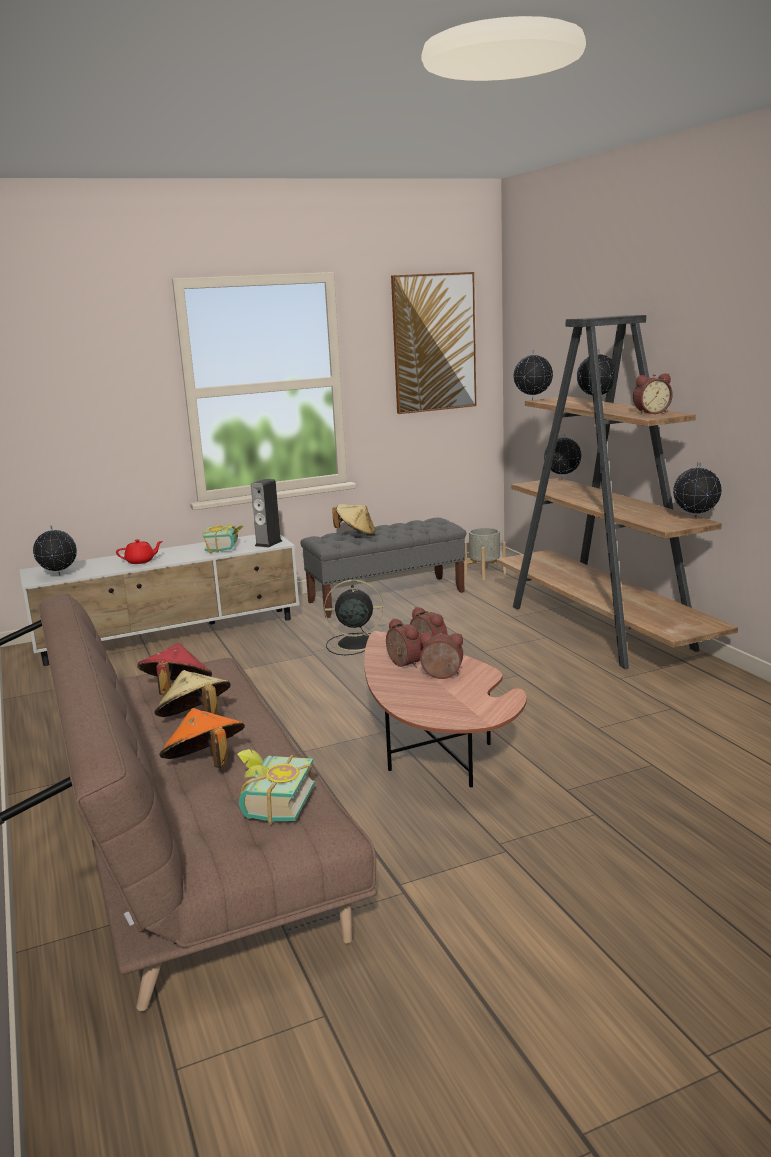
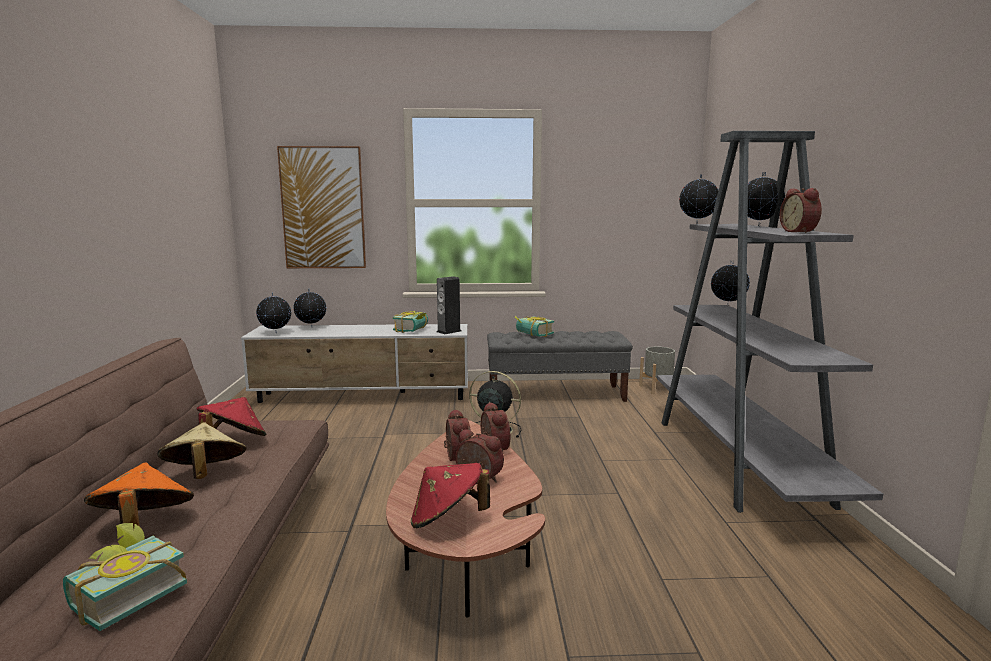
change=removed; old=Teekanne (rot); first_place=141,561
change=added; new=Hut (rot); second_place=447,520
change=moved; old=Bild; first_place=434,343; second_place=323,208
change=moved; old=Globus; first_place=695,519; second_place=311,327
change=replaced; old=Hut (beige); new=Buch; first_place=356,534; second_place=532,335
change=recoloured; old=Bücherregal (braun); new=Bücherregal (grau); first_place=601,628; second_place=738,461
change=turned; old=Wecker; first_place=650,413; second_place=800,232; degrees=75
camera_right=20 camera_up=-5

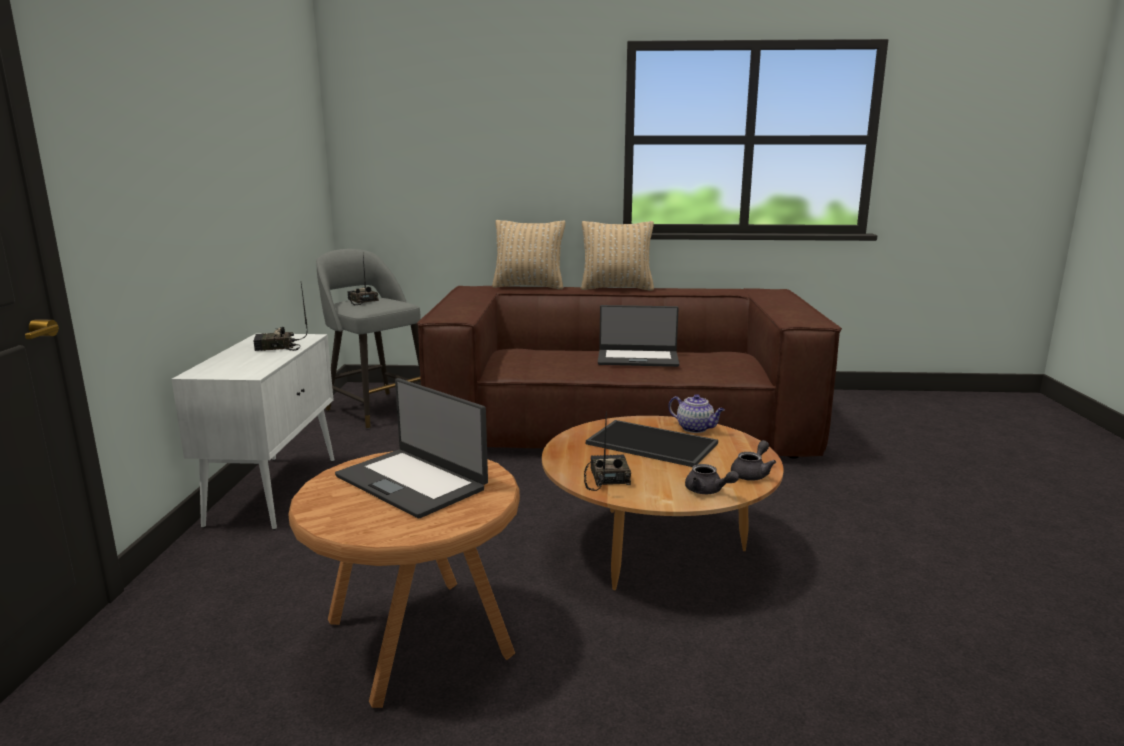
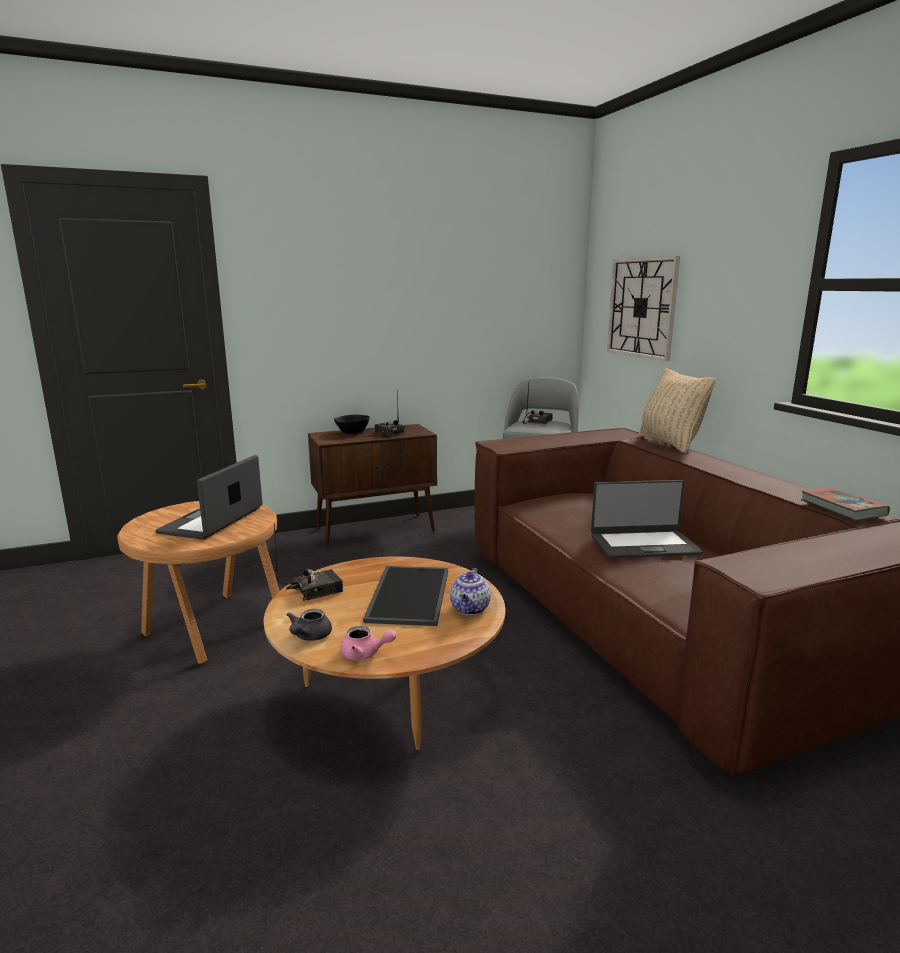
change=removed; old=Kissen (beige); first_place=616,288
change=added; new=Schüssel (schwarz); second_place=352,432
change=added; new=Wanduhr; second_place=642,307
change=added; new=Buch; second_place=842,508
change=recoloured; old=Schrank (weiß); new=Schrank (braun); first_place=274,490; second_place=376,530
change=recoloured; old=Teekanne (grau); new=Teekanne (rosa); first_place=752,474; second_place=365,654
change=turned; old=Laptop; first_place=637,358; second_place=643,544; degrees=-75
camera_right=65 camera_up=0

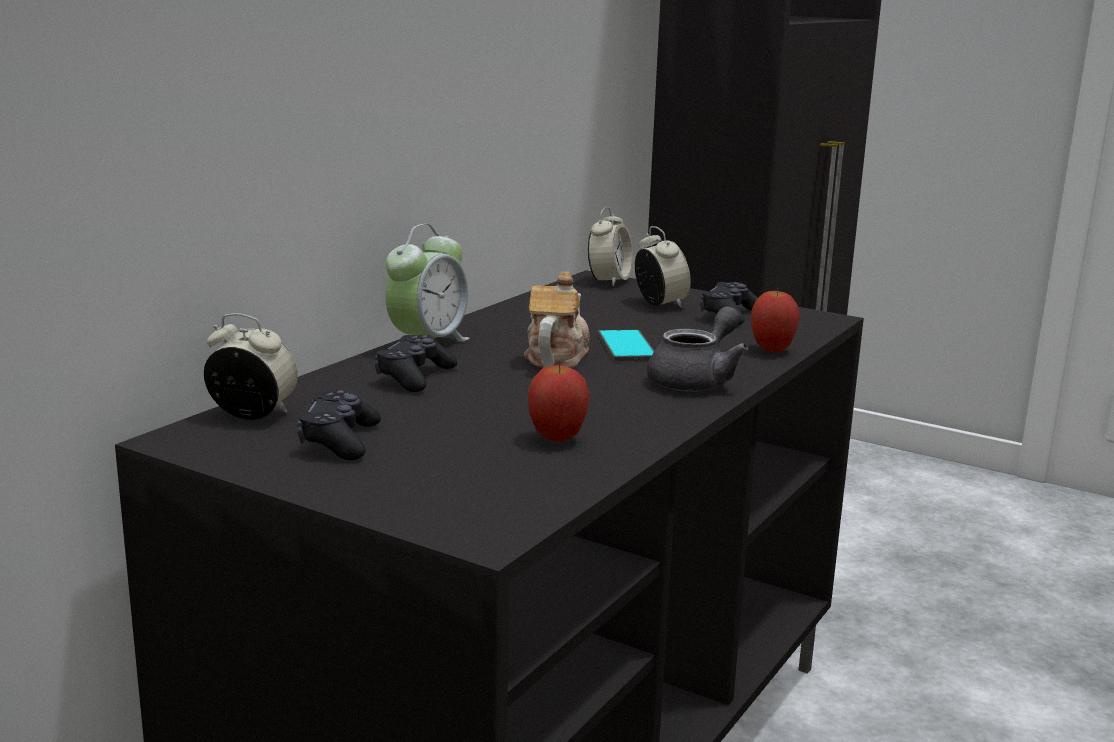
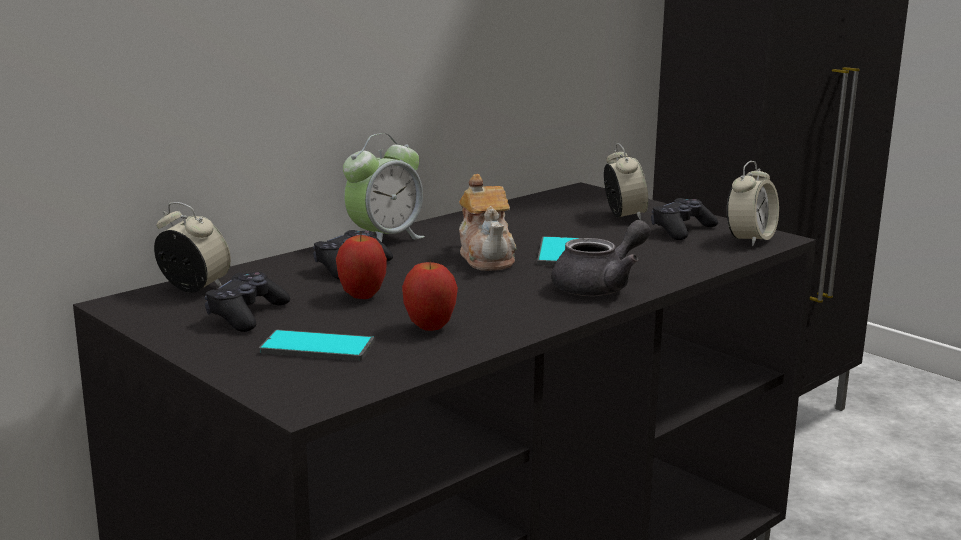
change=added; new=Handy; second_place=317,347
change=moved; old=Wecker; first_place=609,281; second_place=750,239
change=moved; old=Apfel; first_place=772,350; second_place=362,296
change=turned; old=Teekanne; first_place=556,357; second_place=487,258; degrees=135
camera_right=15 camera_up=0

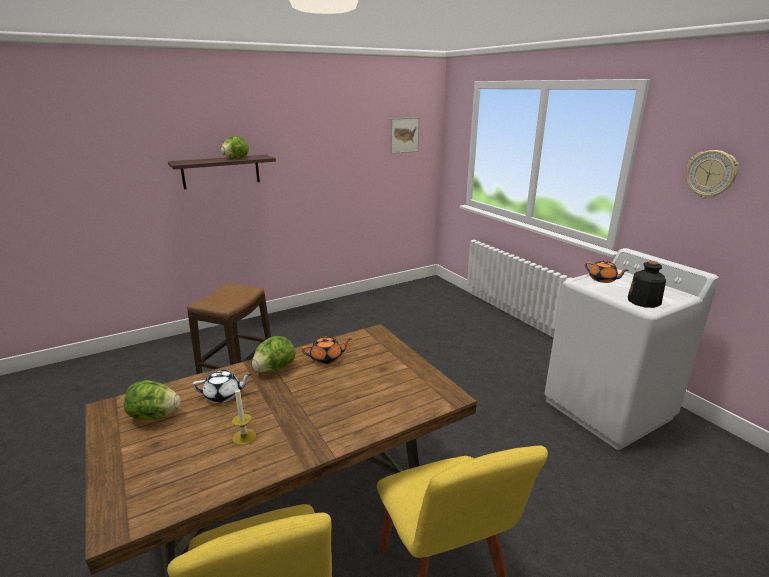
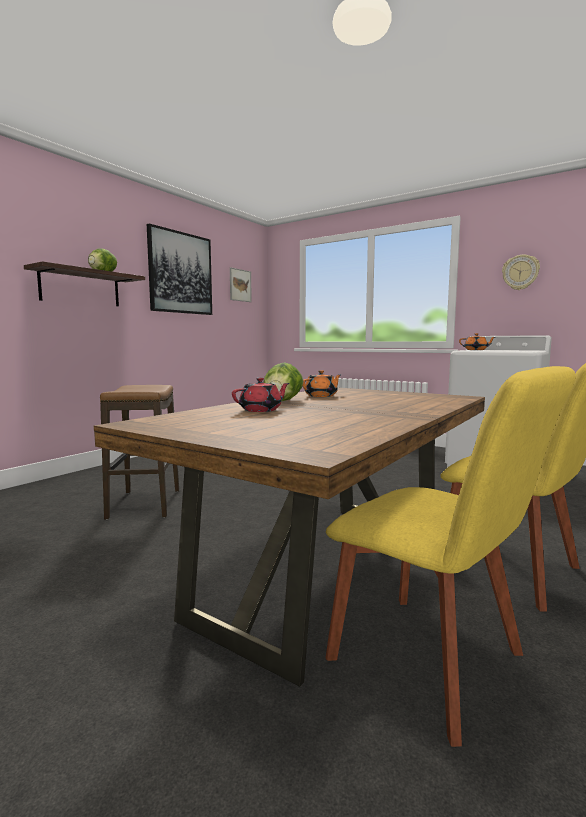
change=removed; old=Salatkopf; first_place=154,416
change=removed; old=Kerze; first_place=244,437
change=removed; old=Flasche; first_place=644,302
change=added; new=Bild; second_place=180,273
change=recoloured; old=Teekanne (weiß); new=Teekanne (rot); first_place=223,395; second_place=261,410
camera_right=-25 camera_up=-15

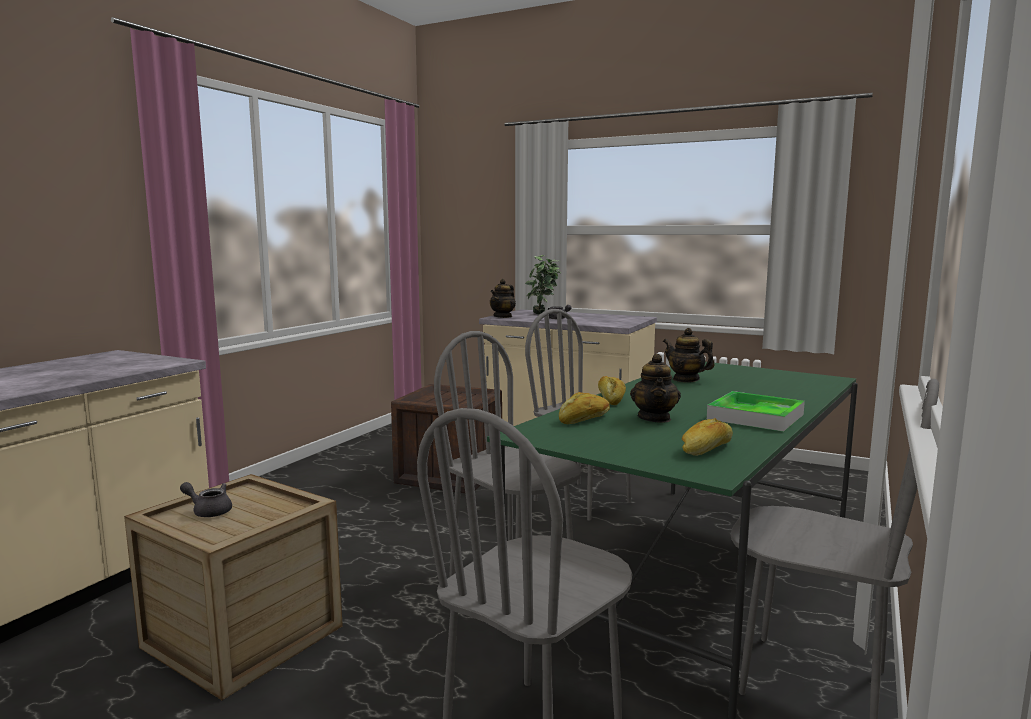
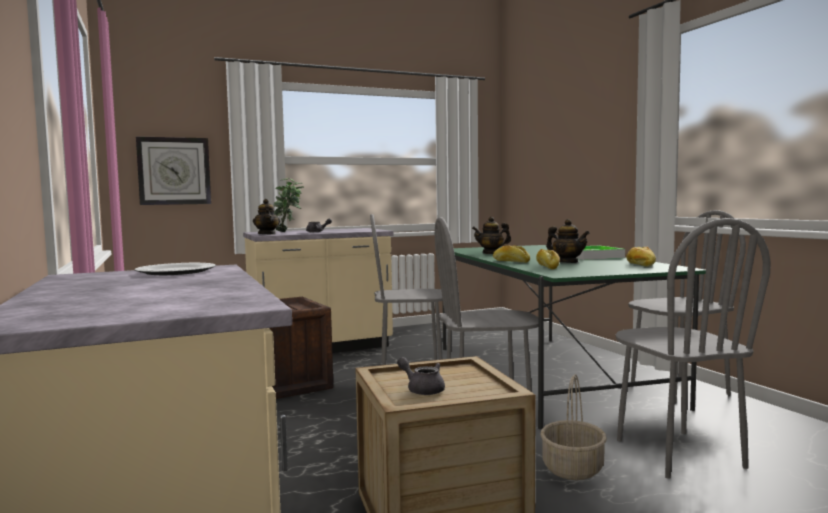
change=added; new=Teller; second_place=177,272
change=added; new=Wanduhr; second_place=174,171
change=added; new=Korb; second_place=573,469
change=turned; old=Teekanne (grau); first_place=209,511; second_place=422,389; degrees=75
camera_right=-50 camera_up=-5

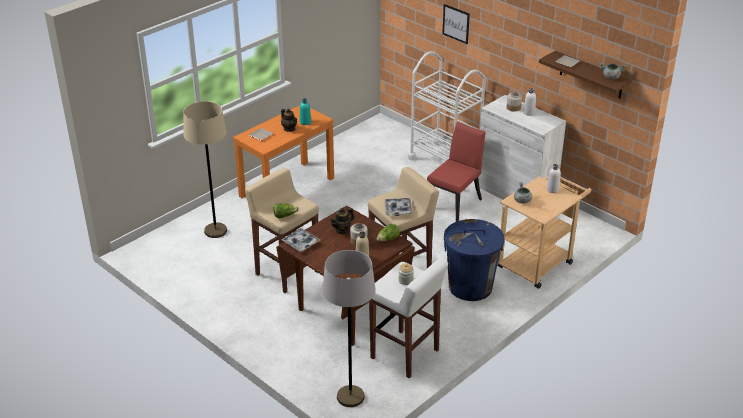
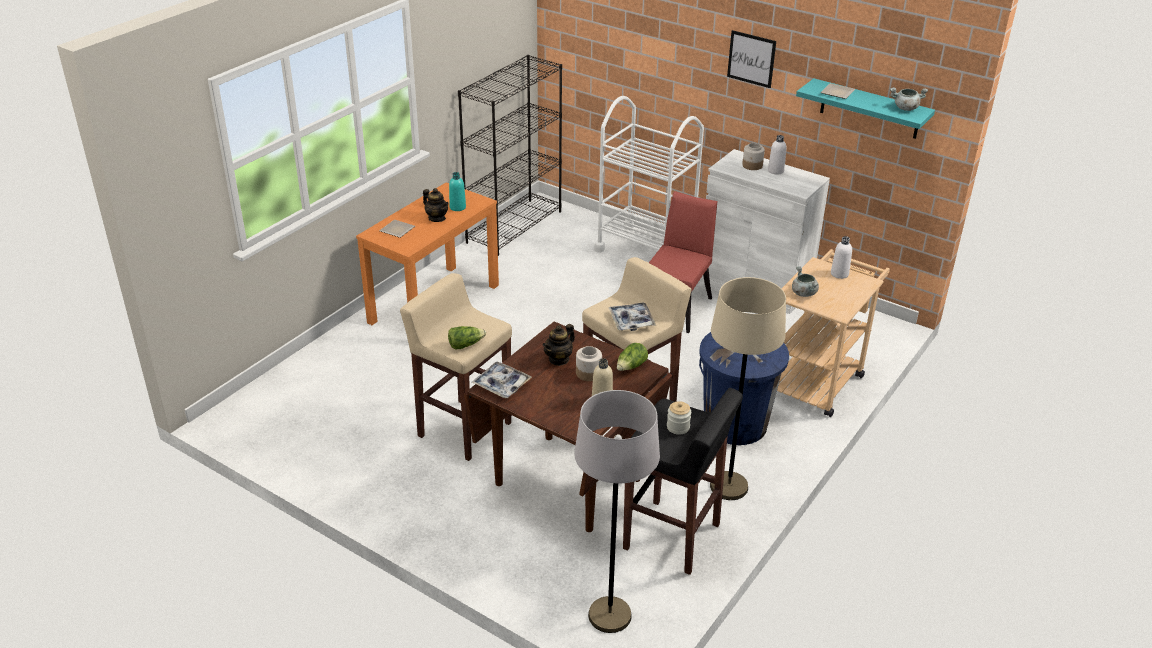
change=added; new=Bücherregal (schwarz); second_place=514,226
change=moved; old=Stehlampe (beige); first_place=215,231; second_place=728,487
change=moved; old=Bild; first_place=456,23; second_place=751,59
change=recoloured; old=Hocker (weiß); new=Hocker (schwarz); first_place=405,354; second_place=673,537
change=recoloured; old=Wandregal (braun); new=Wandregal (türkis); first_place=591,75; second_place=870,109
camera_right=-10 camera_up=0

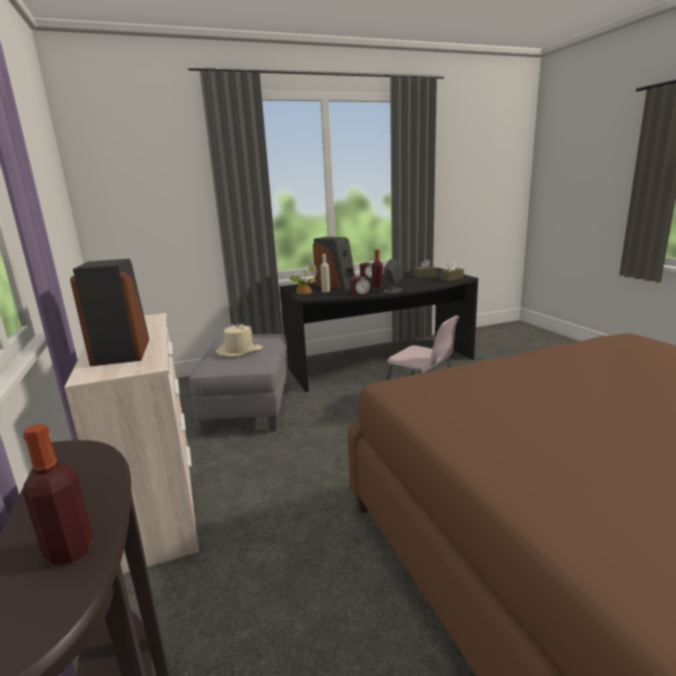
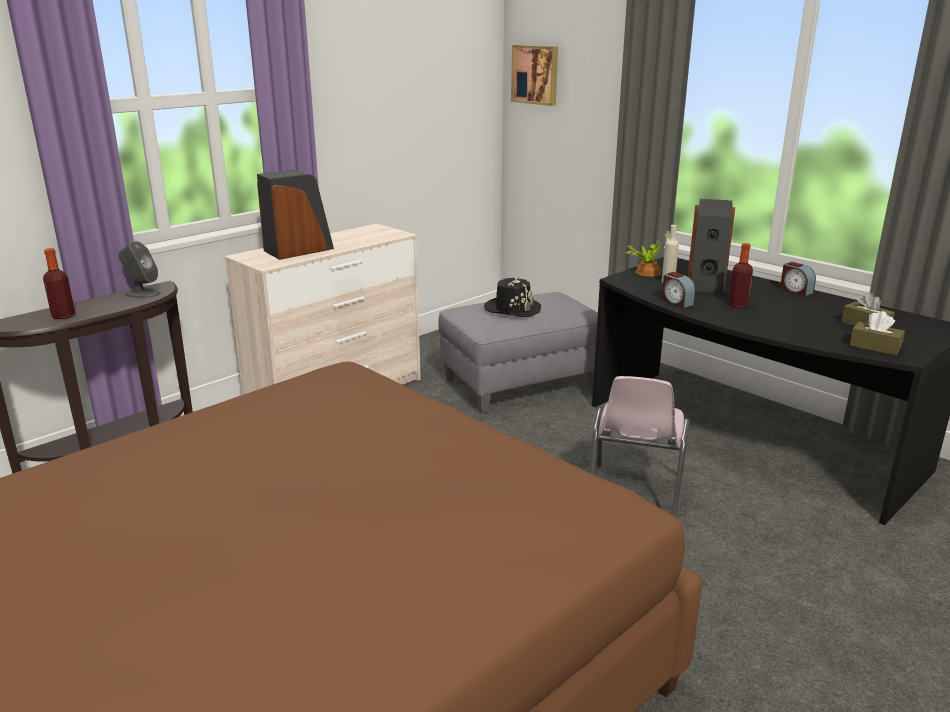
change=added; new=Bild; second_place=536,74
change=moved; old=Lautsprecher (grau); first_place=392,290; second_place=142,293
change=recoloured; old=Hut (beige); new=Hut (schwarz); first_place=239,350; second_place=512,309
camera_right=65 camera_up=5

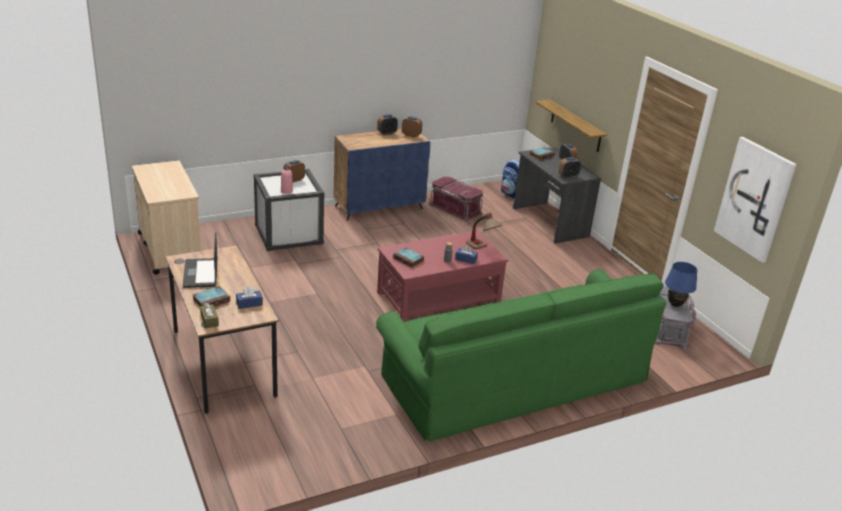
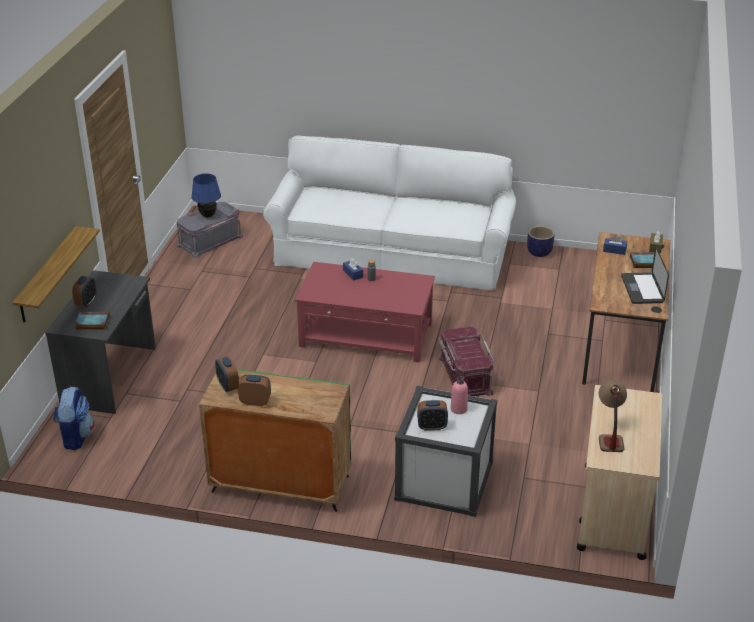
change=removed; old=Buch; first_place=409,259
change=removed; old=Wecker; first_place=568,177
change=removed; old=Bild; first_place=754,199
change=added; new=Pflanzkübel; second_place=539,252
change=moved; old=Aufbewahrungsbox (rot); first_place=455,208; second_place=464,375
change=moved; old=Tischlampe; first_place=482,248; second_place=609,435
change=recoloured; old=Schrank (blau); new=Schrank (grün); first_place=379,207; second_place=279,484
change=recoloured; old=Sofa (grün); new=Sofa (weiß); first_place=514,378; second_place=392,254
change=turned; old=Laptop; first_place=200,274; second_place=642,289; degrees=150
camera_right=-140 camera_up=5

